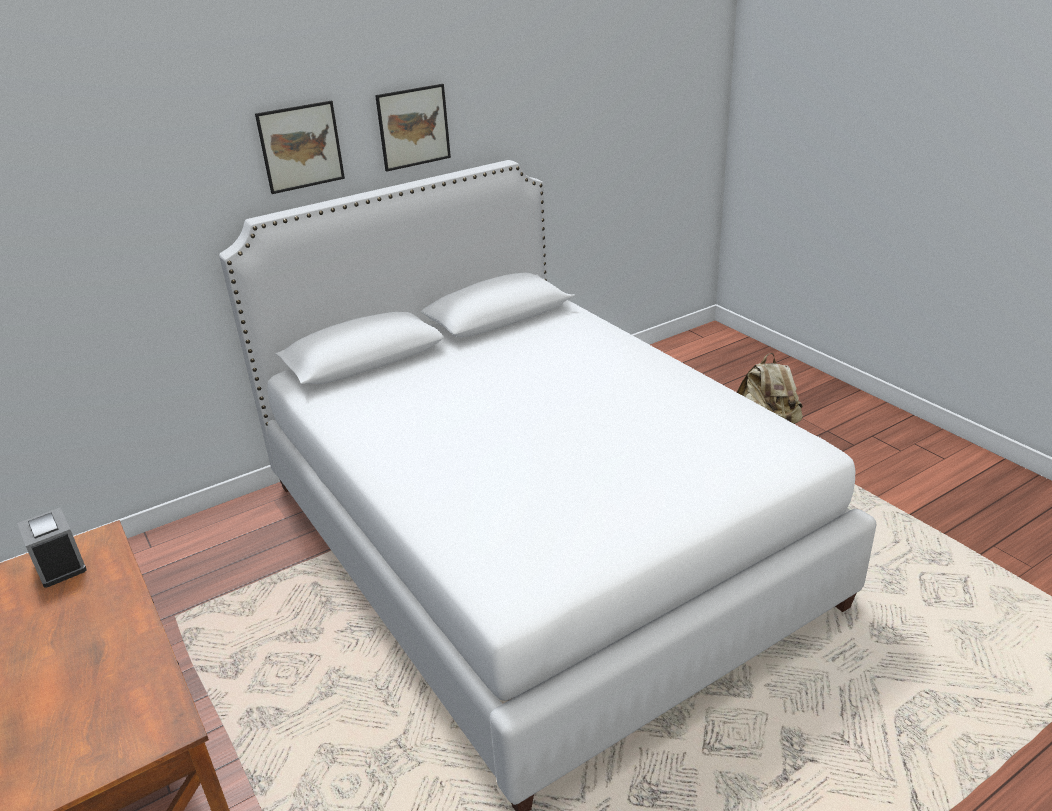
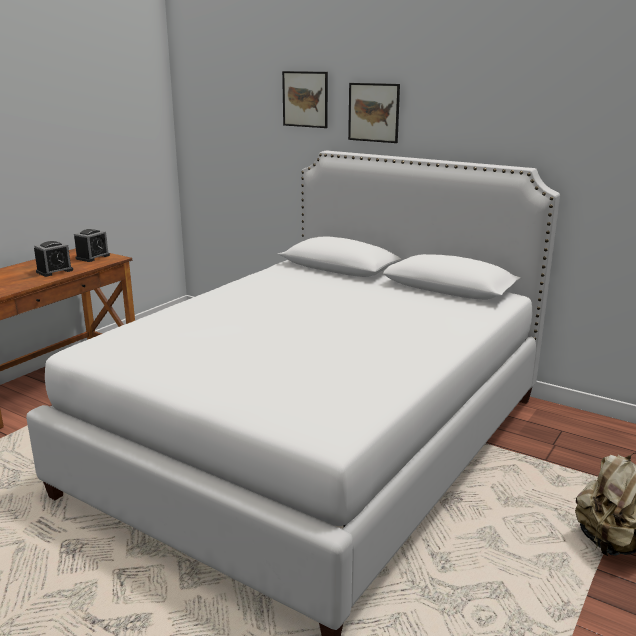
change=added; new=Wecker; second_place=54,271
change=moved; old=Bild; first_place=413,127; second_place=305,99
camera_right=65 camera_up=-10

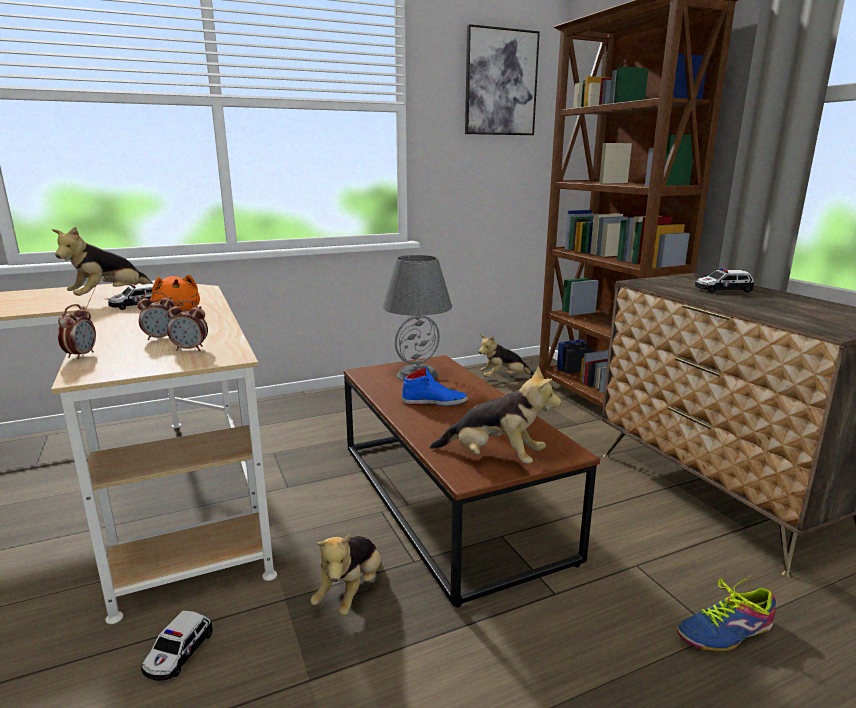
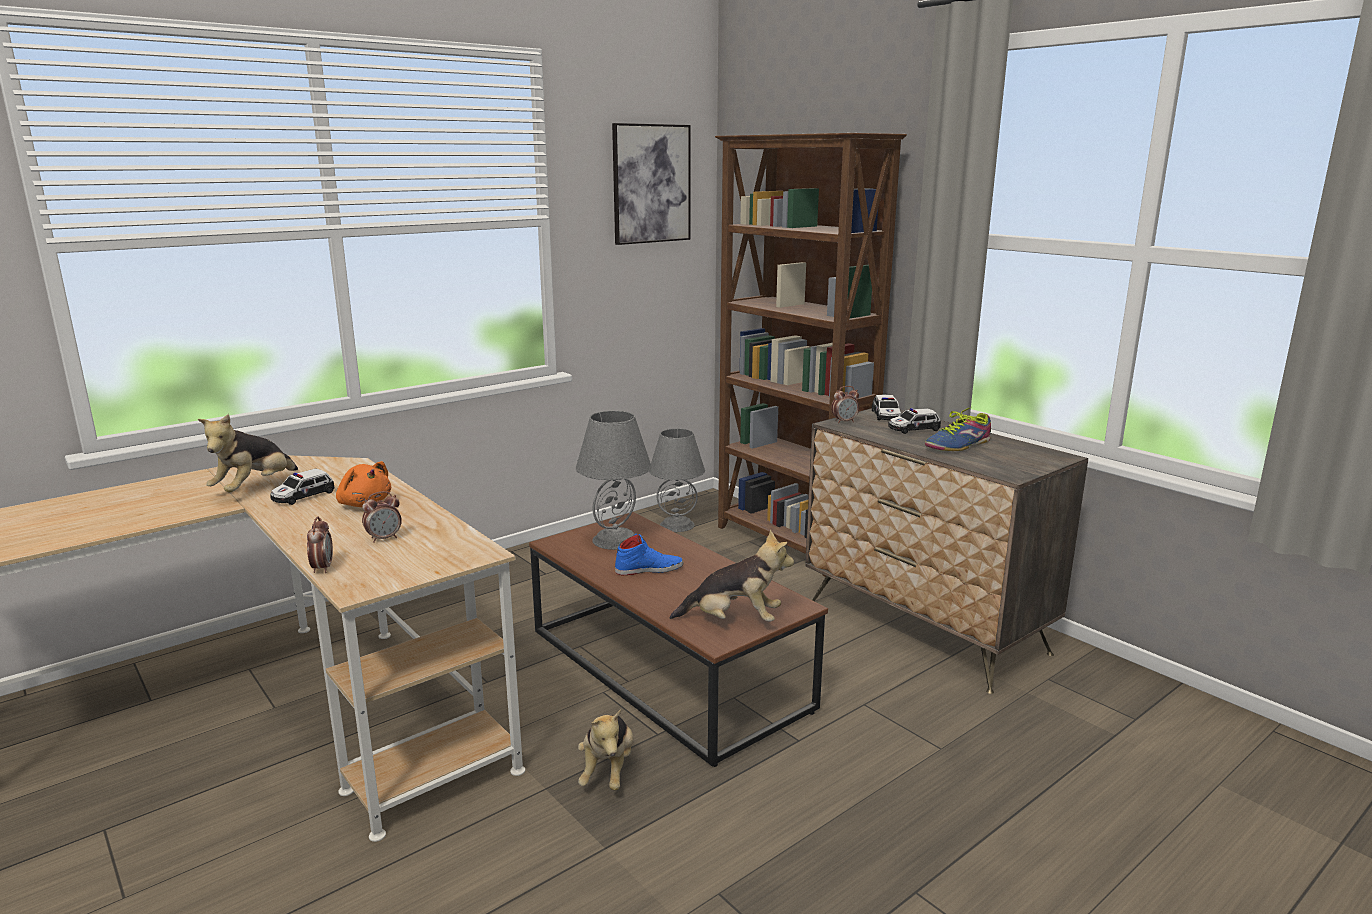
change=moved; old=Spielzeugauto; first_place=178,653; second_place=886,416
change=moved; old=Wecker; first_place=190,349; second_place=844,421
change=moved; old=Schuh; first_place=726,631; second_place=958,445
change=replaced; old=Plüschtier; new=Tischlampe (grau); first_place=503,378; second_place=677,525
camera_right=-15 camera_up=0

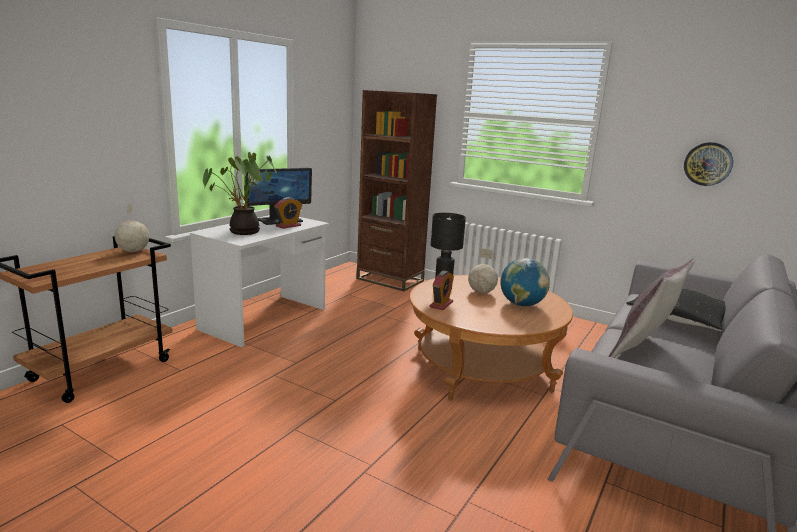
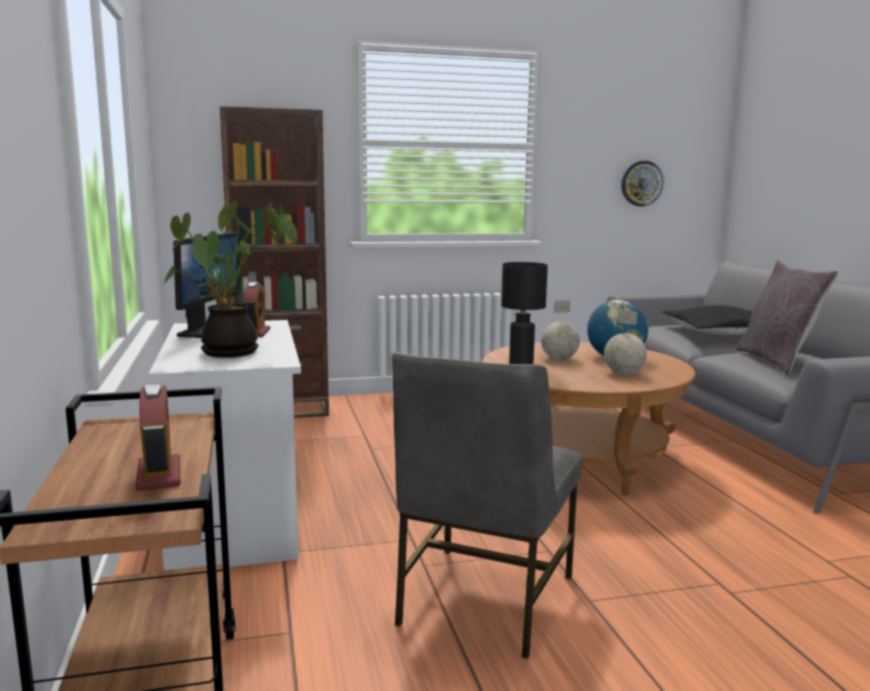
change=added; new=Stuhl (grau); second_place=483,600
change=moved; old=Globus; first_place=133,251; second_place=624,374
change=moved; old=Wecker; first_place=441,304; second_place=159,475
camera_right=-45 camera_up=-5

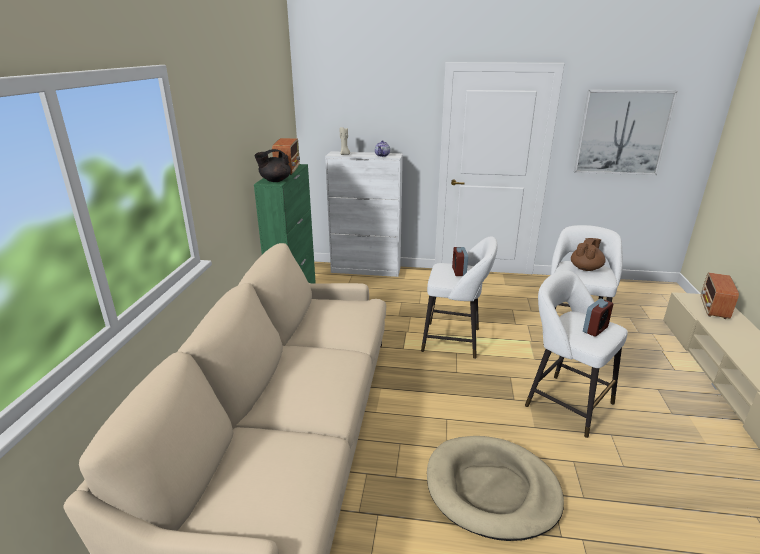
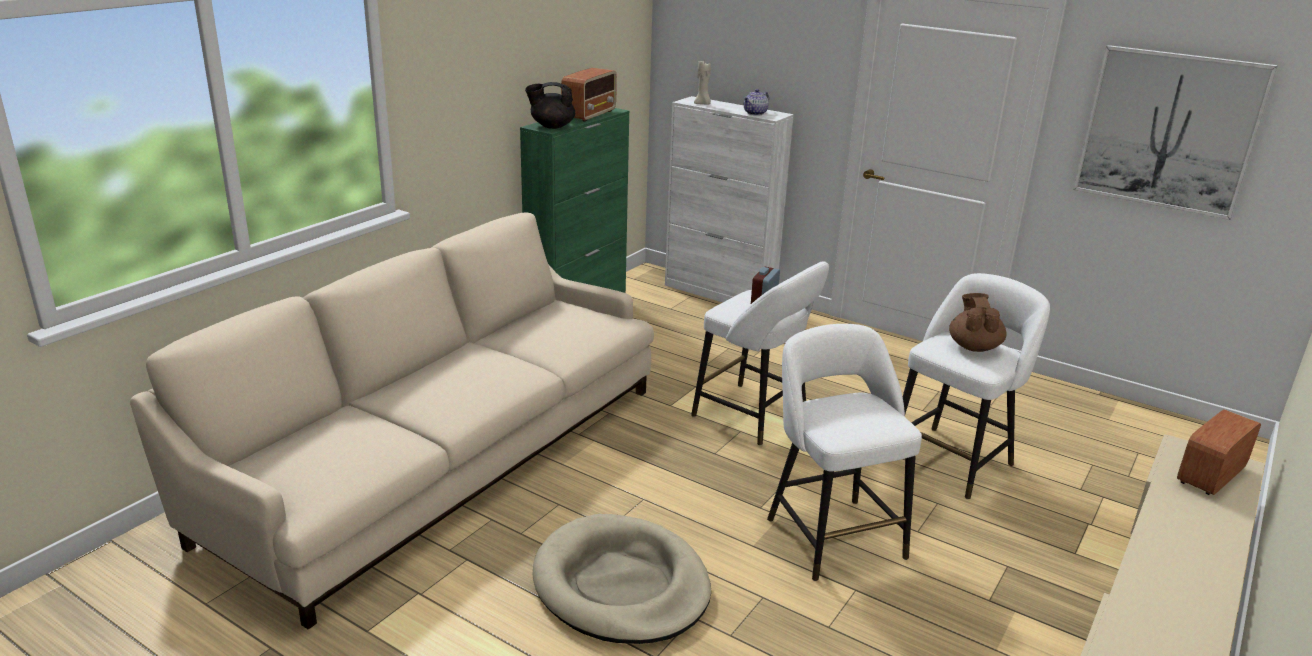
change=removed; old=Wecker; first_place=595,329
change=turned; old=Teekanne (braun); first_place=586,268; second_place=974,346; degrees=-60
camera_right=25 camera_up=0

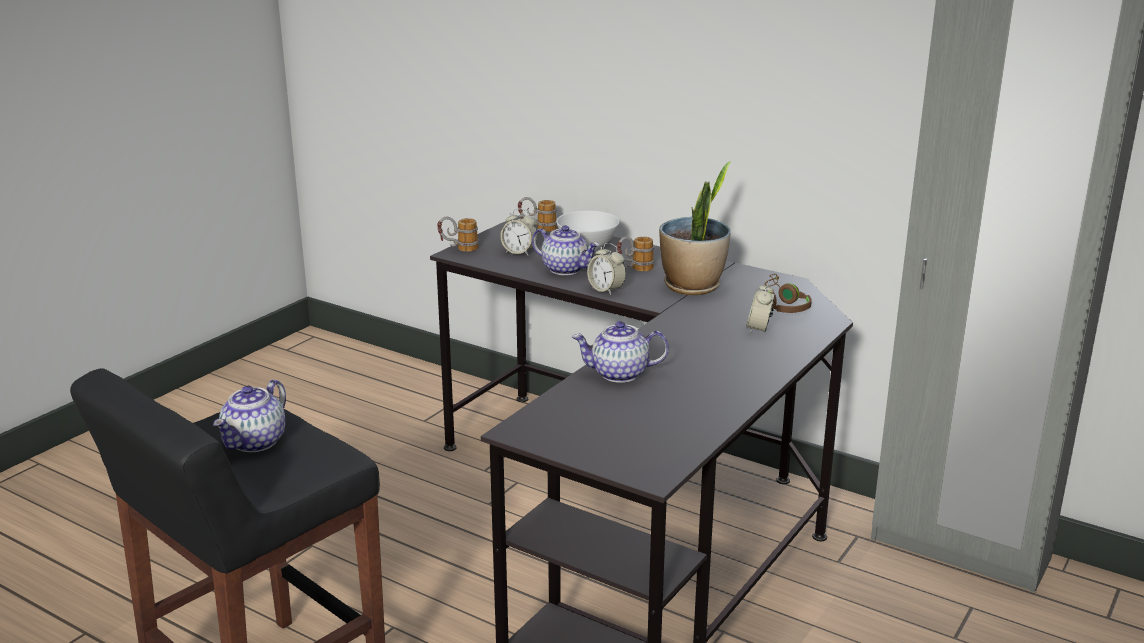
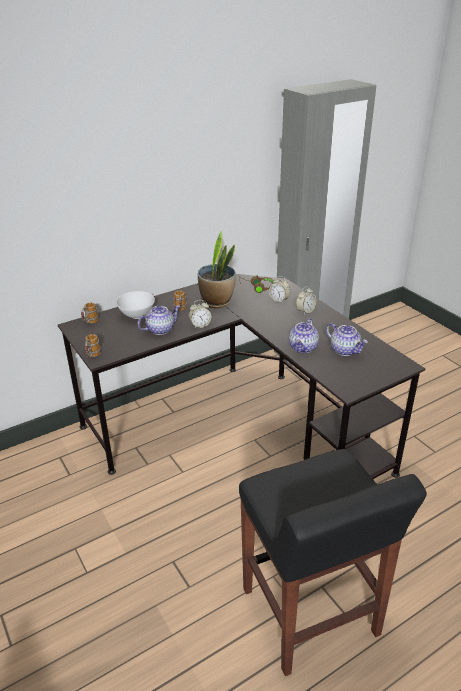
change=moved; old=Teekanne; first_place=255,442; second_place=345,350
change=moved; old=Wecker; first_place=519,252; second_place=305,311
camera_right=-65 camera_up=10

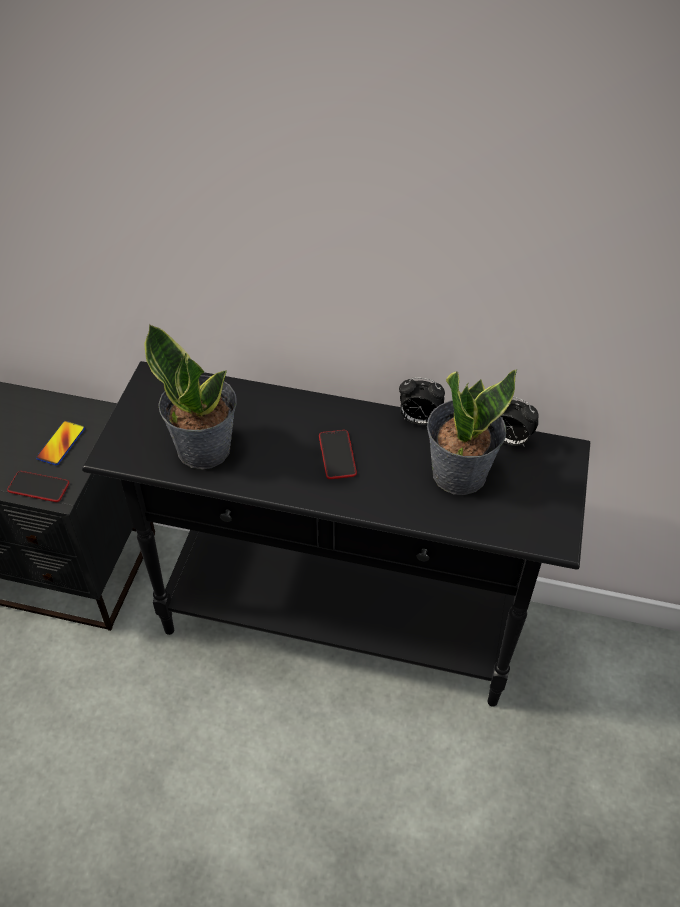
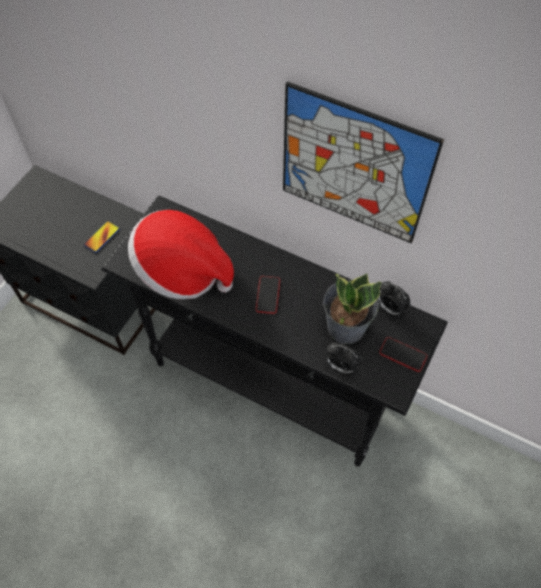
change=added; new=Bild; second_place=354,166
change=moved; old=Handy; first_place=39,487; second_place=403,354
change=moved; old=Wecker; first_place=418,420; second_place=341,367
change=replaced; old=Topfpflanze; new=Hut; first_place=204,448; second_place=182,271
camera_right=15 camera_up=10

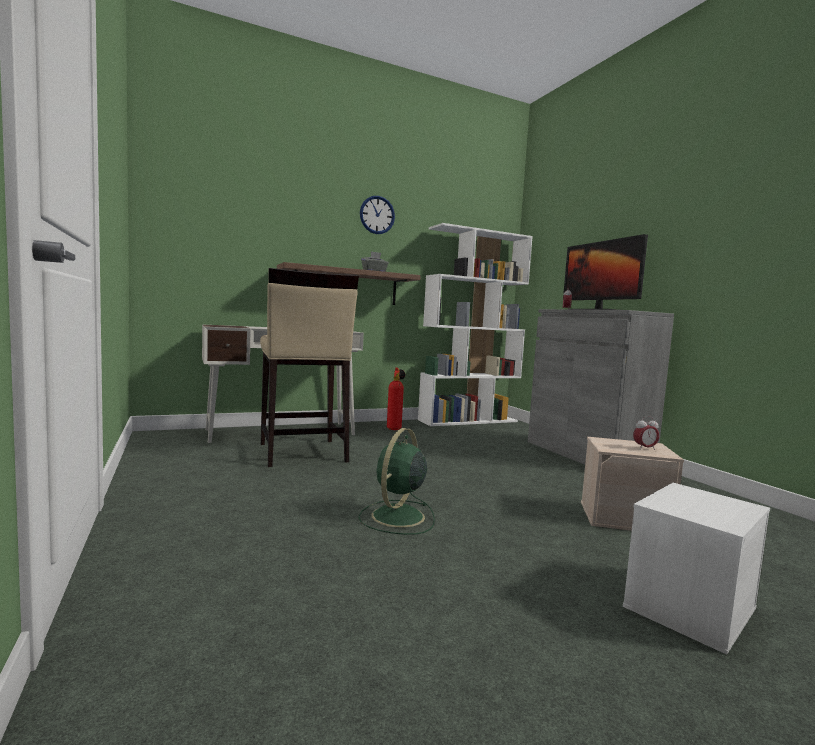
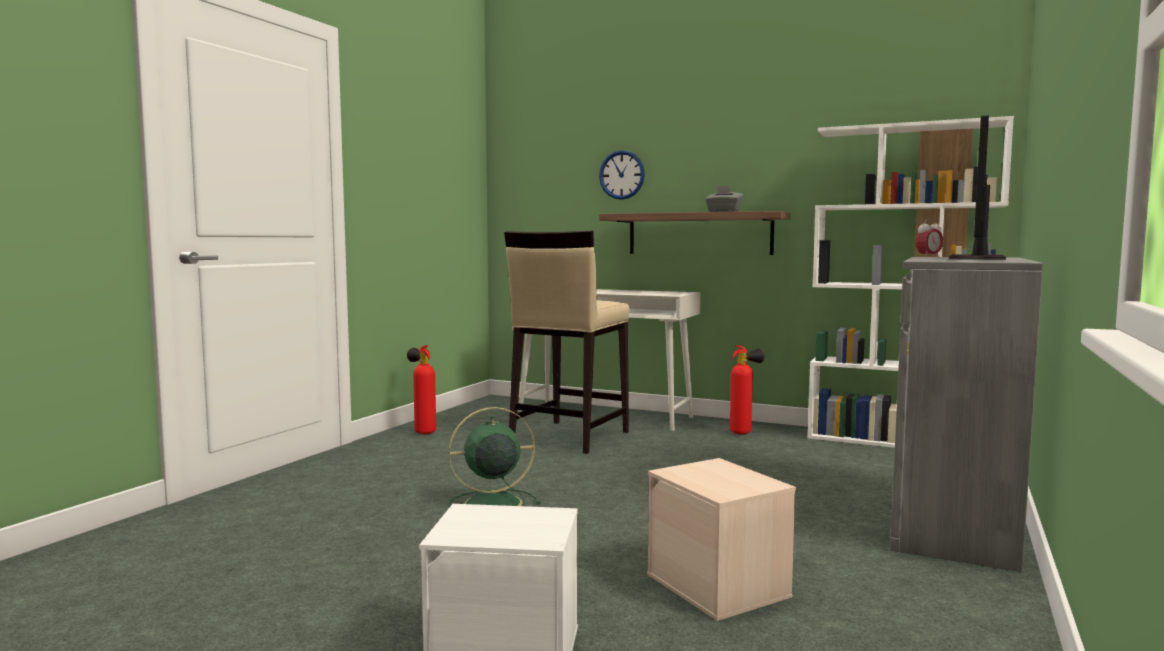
change=removed; old=Wecker; first_place=644,448
change=added; new=Feuerlöscher; second_place=423,432
change=moved; old=Wanduhr; first_place=377,215; second_place=622,175
camera_right=50 camera_up=0

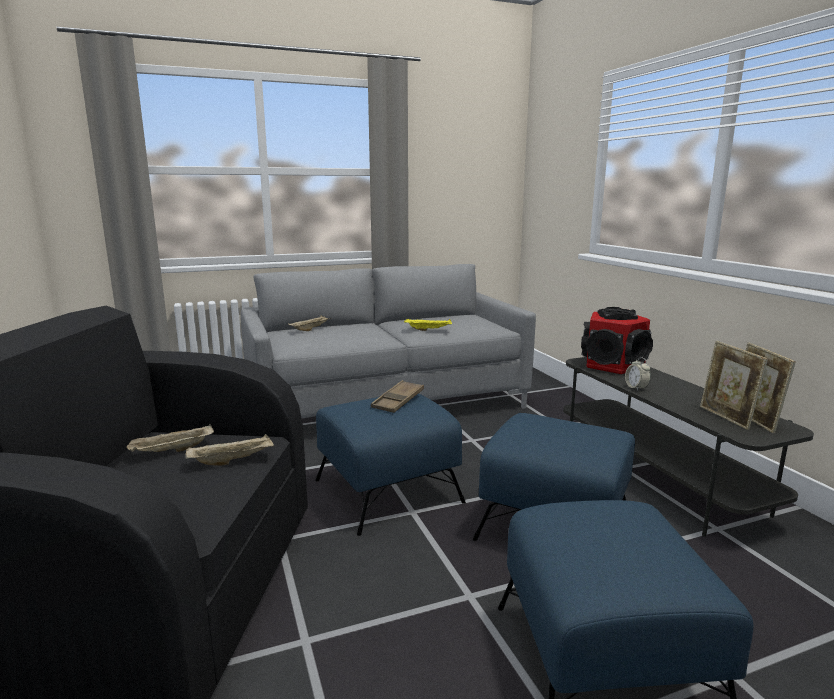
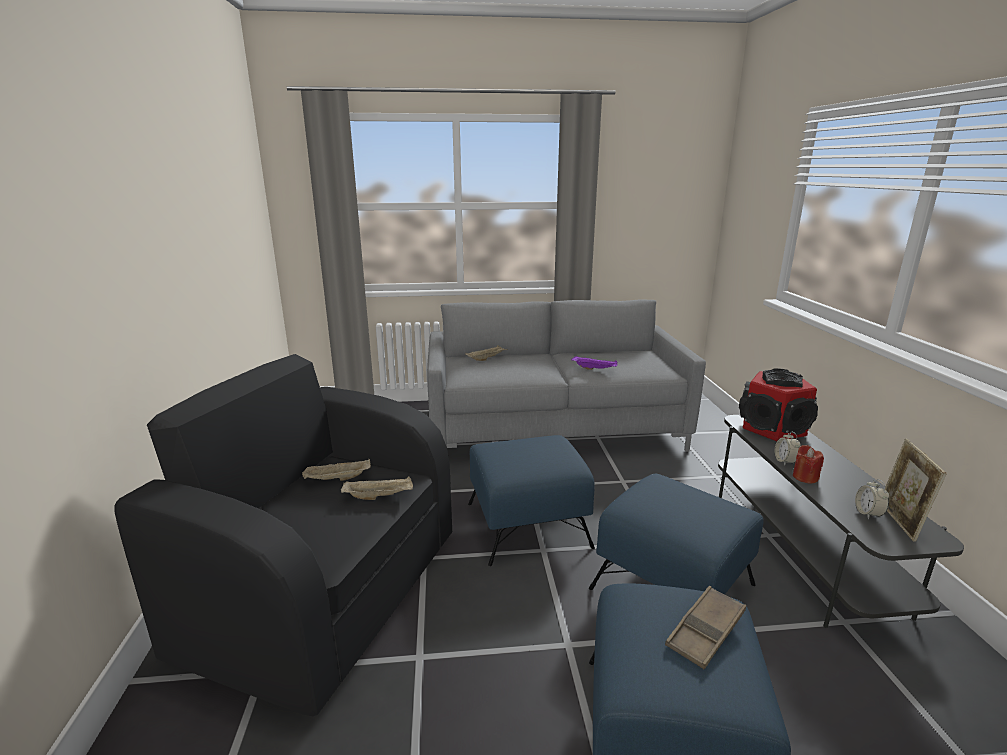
change=added; new=Kerze (rot); second_place=805,477
change=moved; old=Tablett (braun); first_place=398,401; second_place=705,631
change=replaced; old=Bilderrahmen; new=Wecker; first_place=726,418; second_place=868,513
change=recoloured; old=Tablett (gelb); new=Tablett (lila); first_place=429,330; second_place=595,369
camera_right=15 camera_up=5

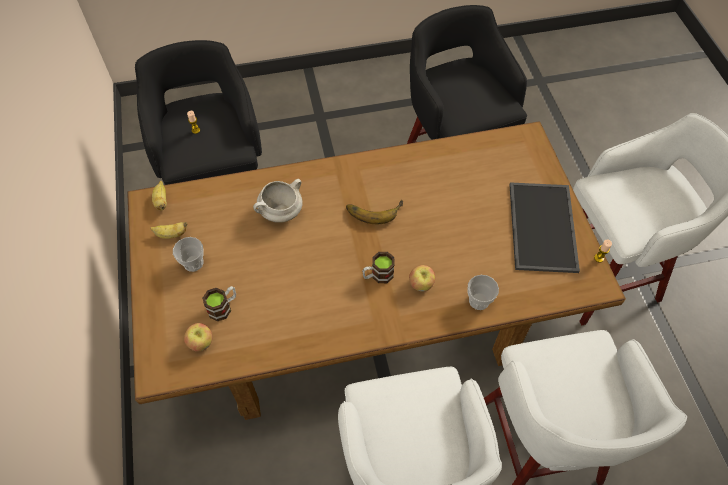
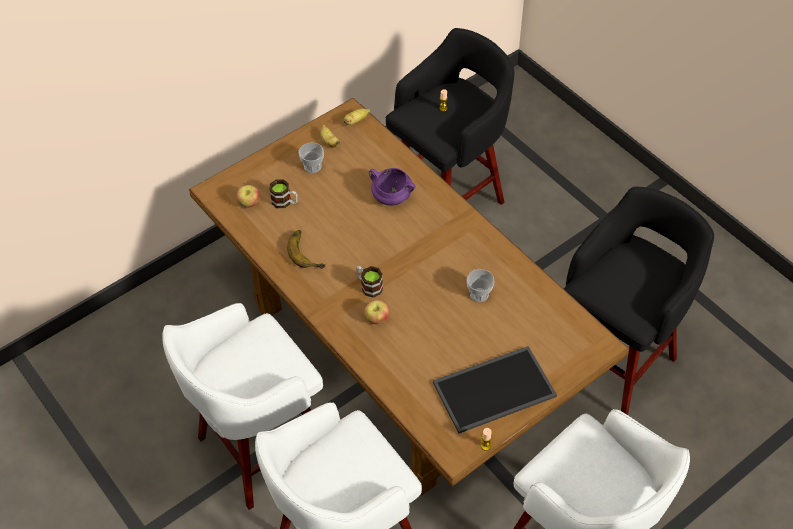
change=moved; old=Banane; first_place=374,209; second_place=308,251
change=moved; old=Tasse; first_place=479,301; second_place=479,294
change=recoloured; old=Kochtopf (weiß); new=Kochtopf (lila); first_place=281,212; second_place=391,197
camera_right=65 camera_up=-5

